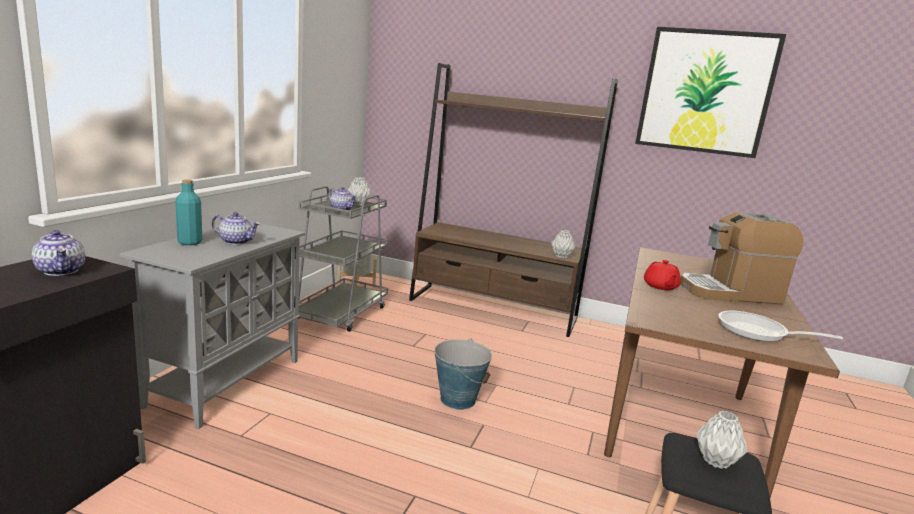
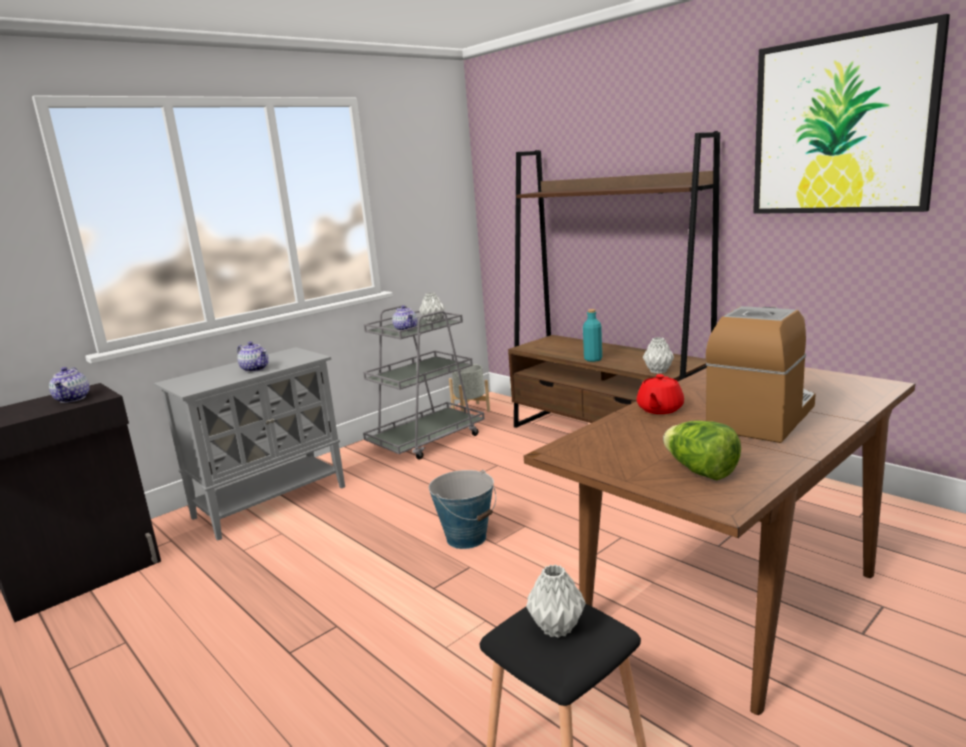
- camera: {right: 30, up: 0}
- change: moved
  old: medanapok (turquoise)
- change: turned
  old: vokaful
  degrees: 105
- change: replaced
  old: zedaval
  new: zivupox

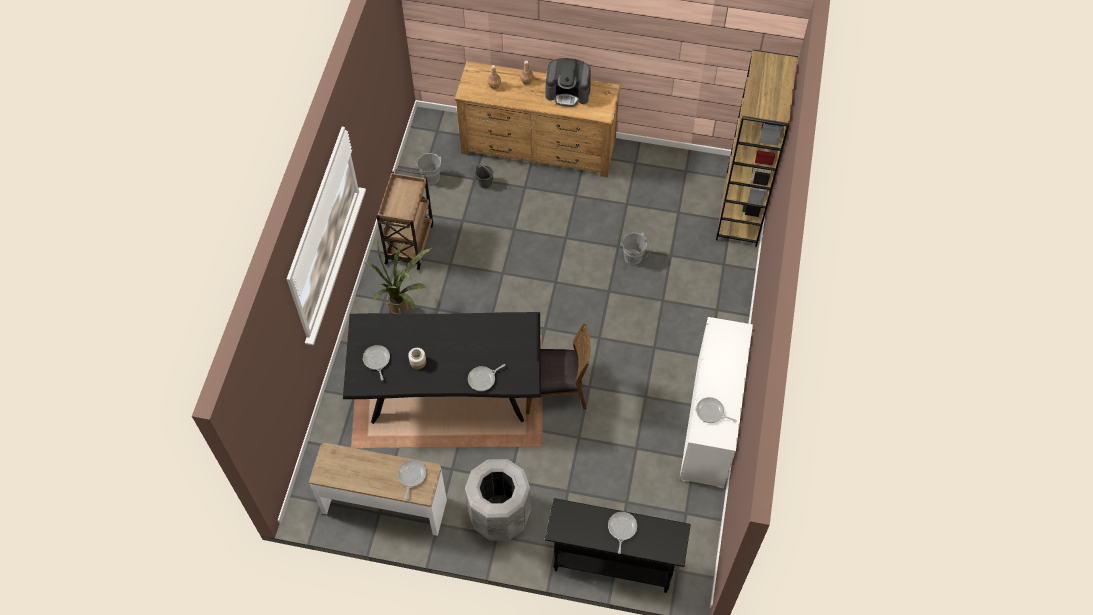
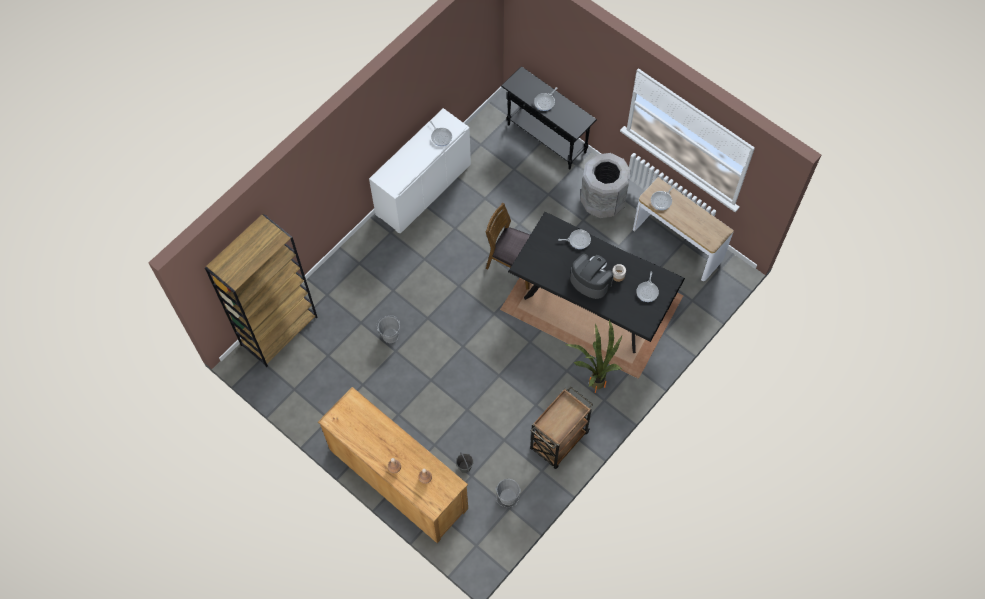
- camera: {right: -150, up: 5}
- change: moved
  old: vokaful

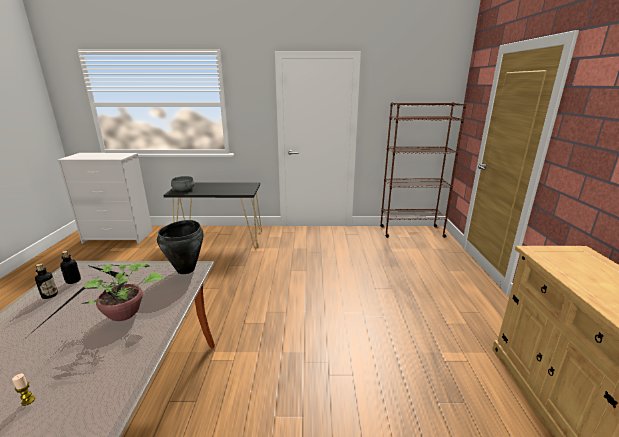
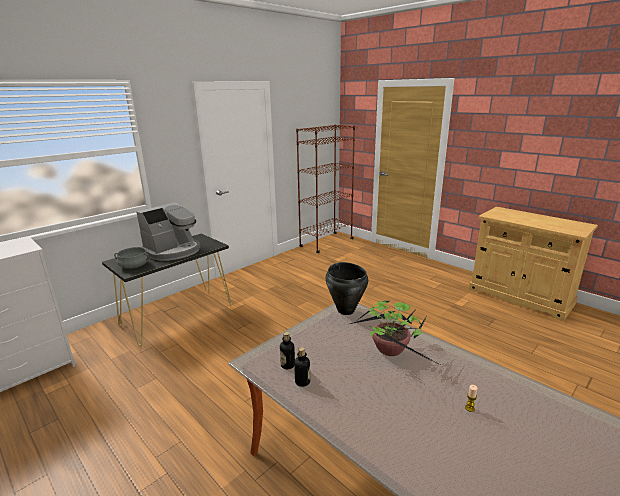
- camera: {right: -45, up: 0}
- change: added
  new: vokaful

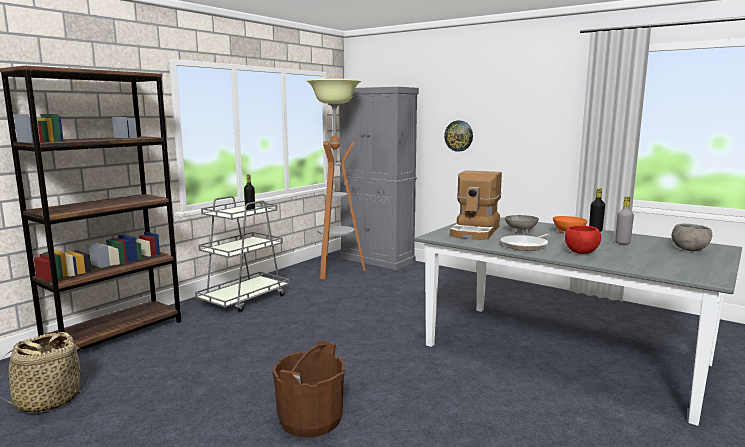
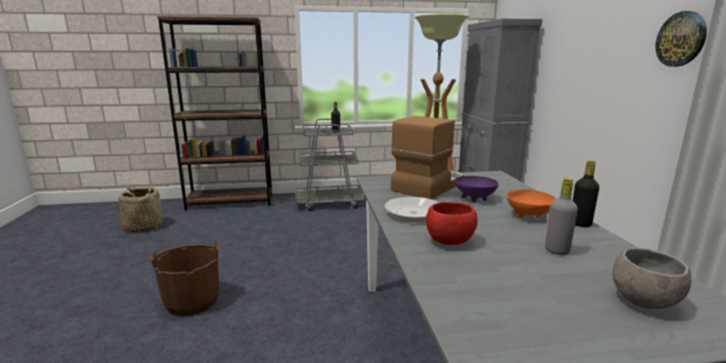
- camera: {right: 45, up: 5}
- change: moved
  old: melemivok
- change: turned
  old: vokaful
  degrees: 150
- change: recoloured
  old: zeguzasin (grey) (1st from left)
  new: zeguzasin (purple)

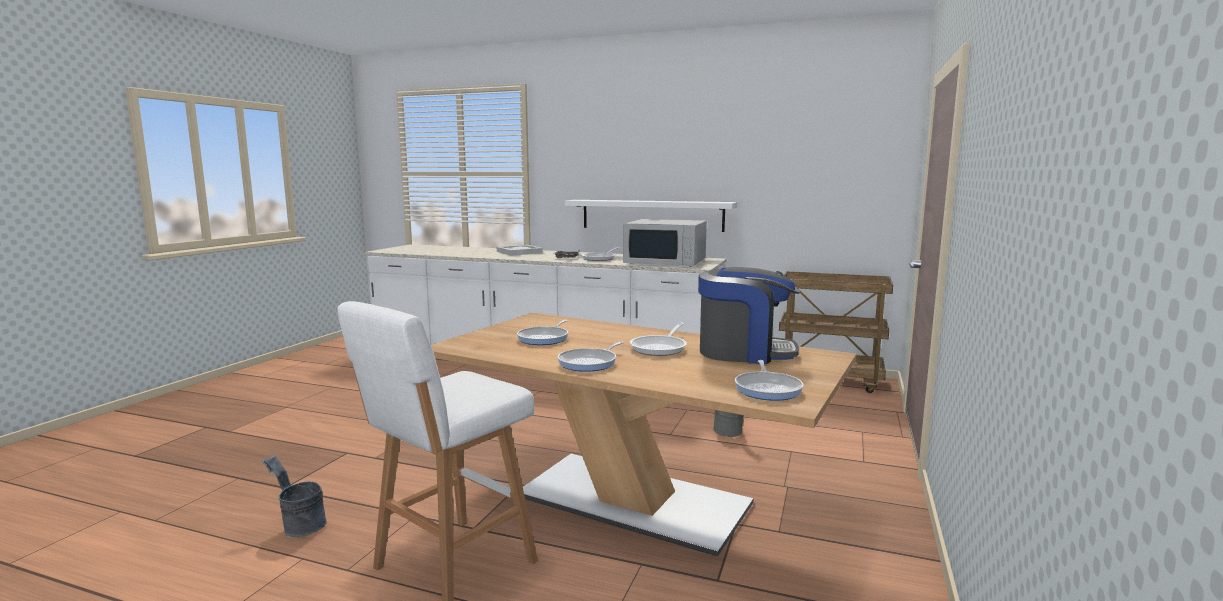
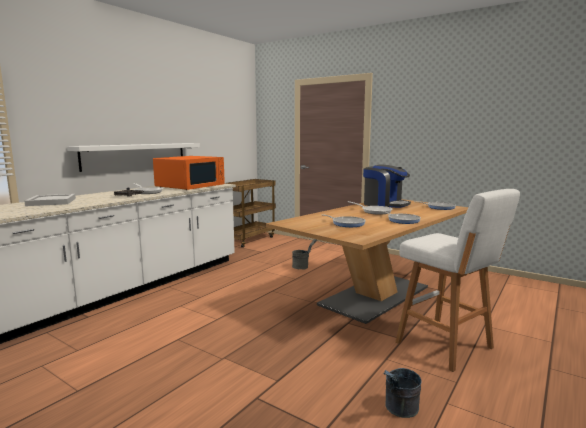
- camera: {right: -75, up: 0}
- change: recoloured
  old: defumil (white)
  new: defumil (orange)
- change: turned
  old: vokaful
  degrees: 105

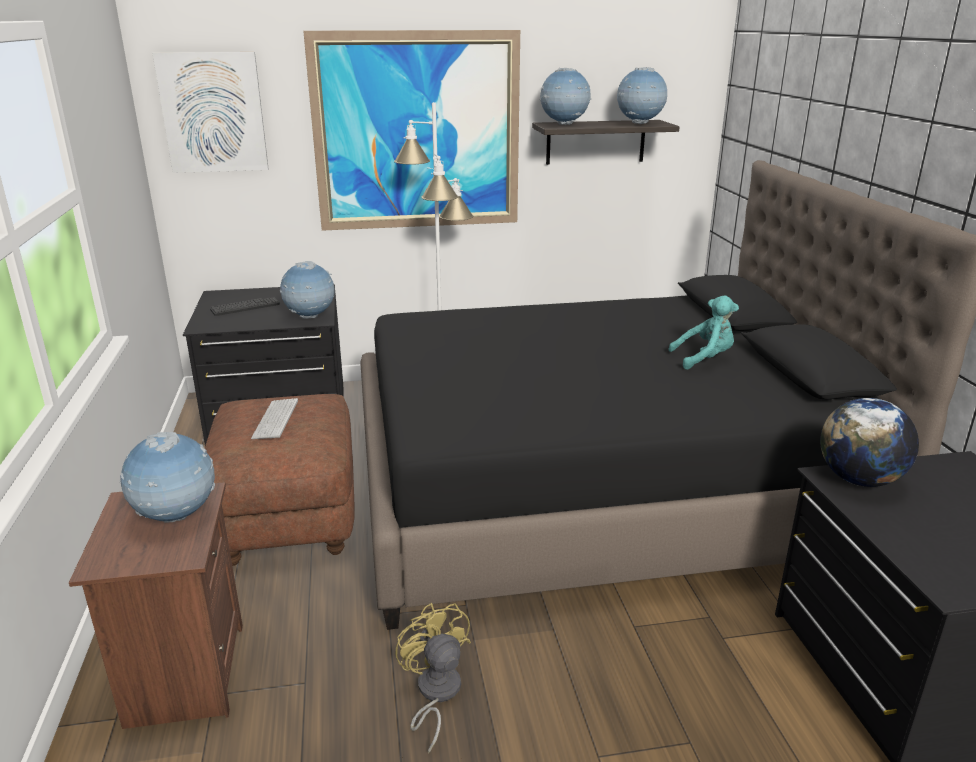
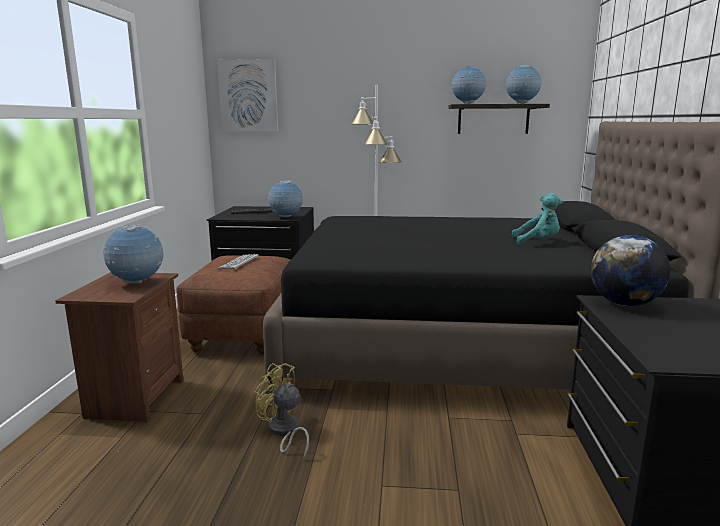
- camera: {right: 15, up: -10}
- change: removed
  old: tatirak (2nd from left)
- change: turned
  old: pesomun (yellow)
  degrees: -45

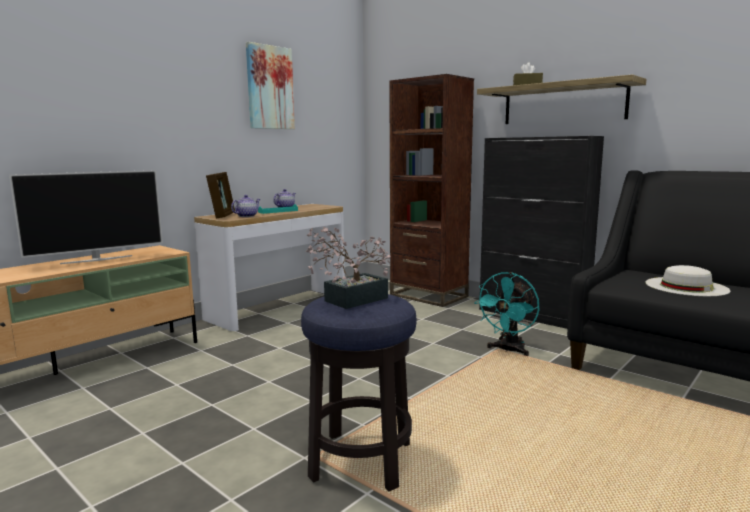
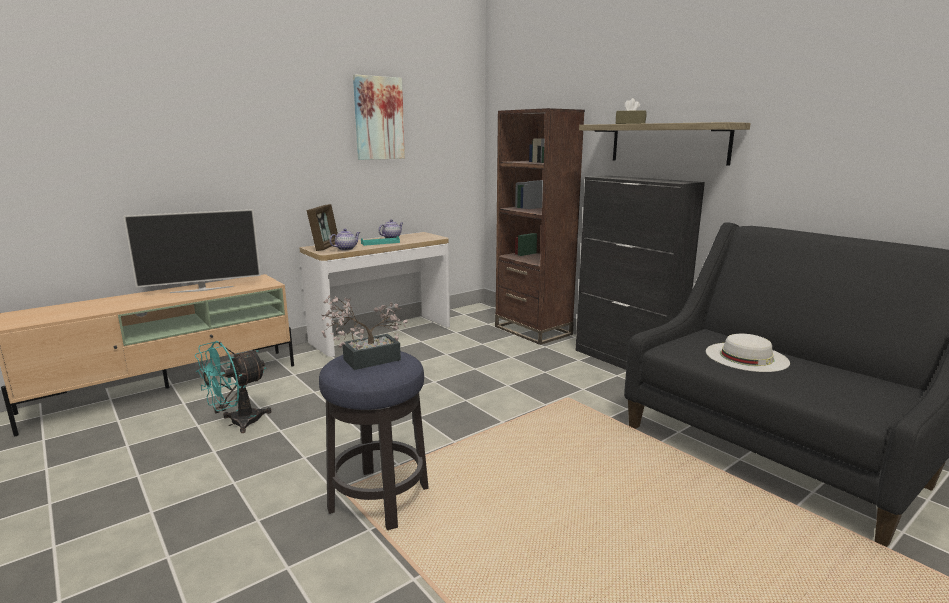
- camera: {right: 10, up: 5}
- change: moved
  old: pesomun (turquoise)

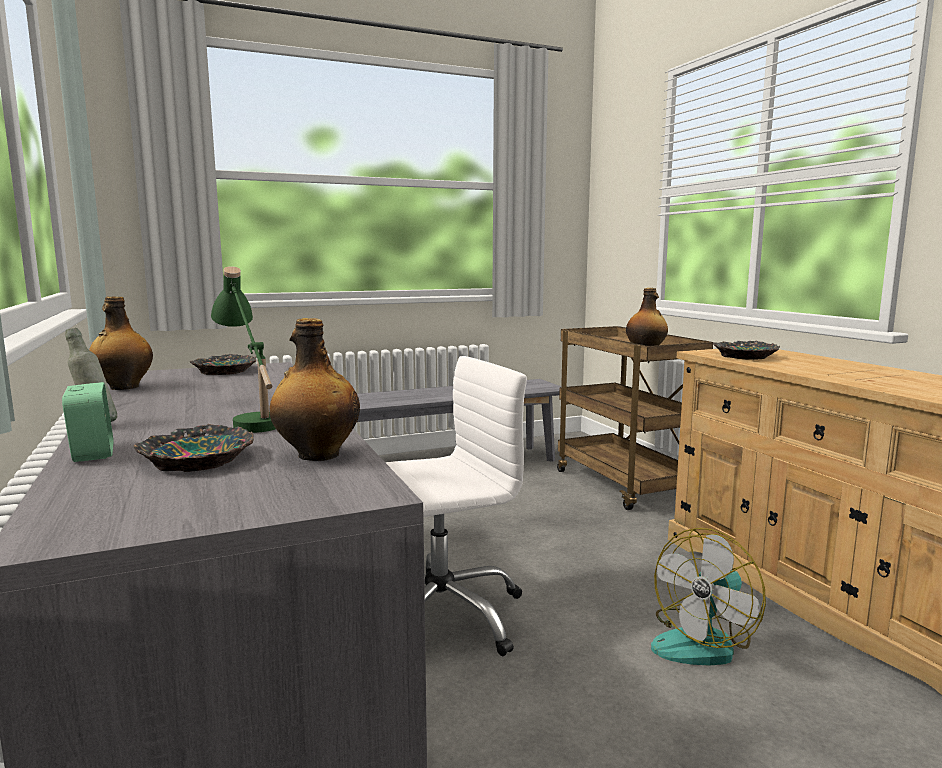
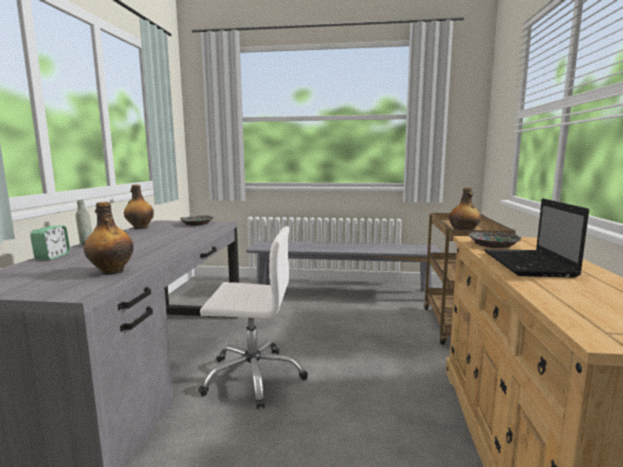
- camera: {right: 30, up: 0}
- change: removed
  old: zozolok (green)
- change: removed
  old: zeguzasin (1st from left)
- change: removed
  old: pesomun
- change: added
  new: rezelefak

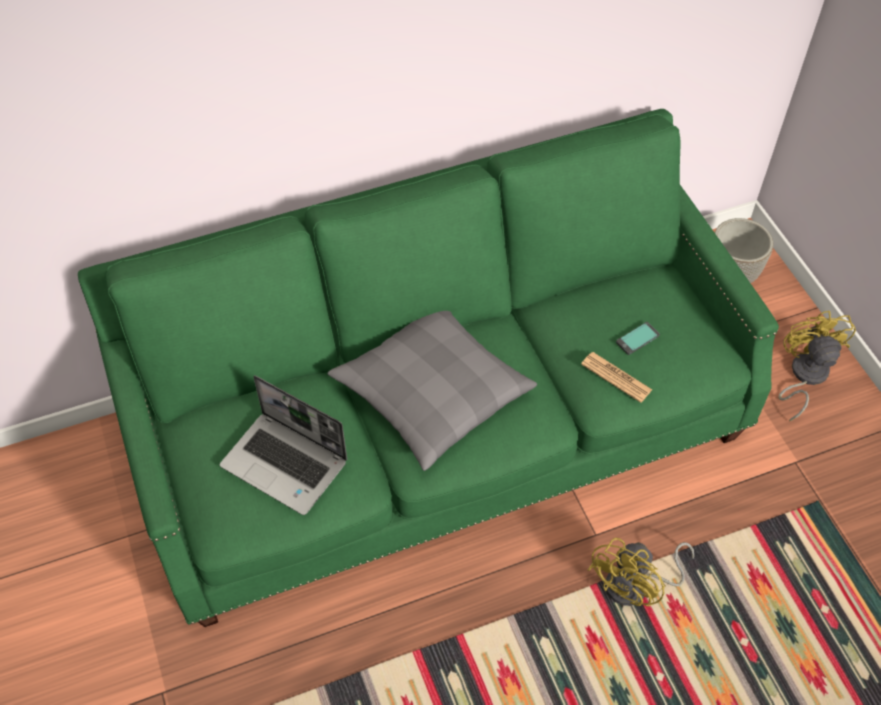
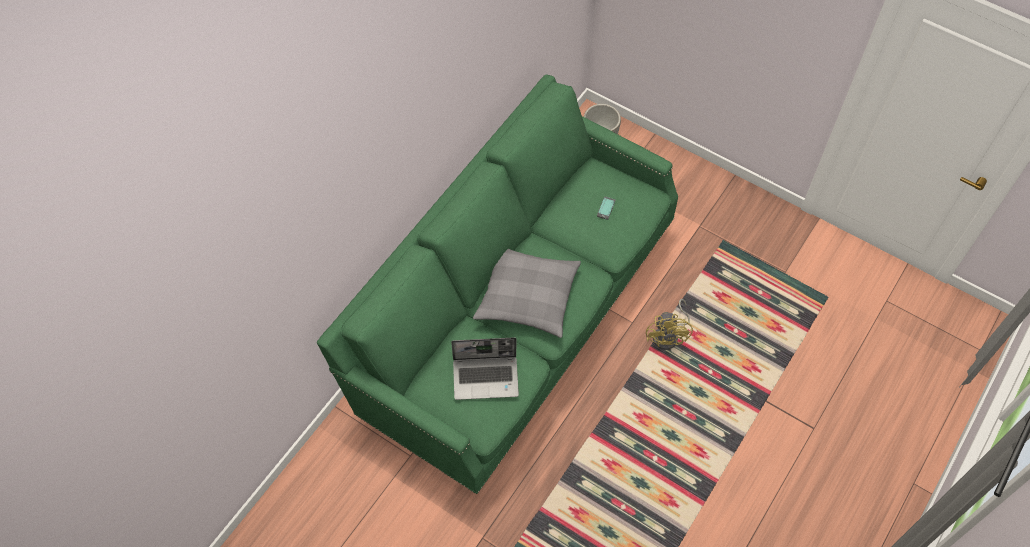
- camera: {right: -35, up: 5}
- change: removed
  old: pesomun (yellow) (2nd from left)
- change: removed
  old: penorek

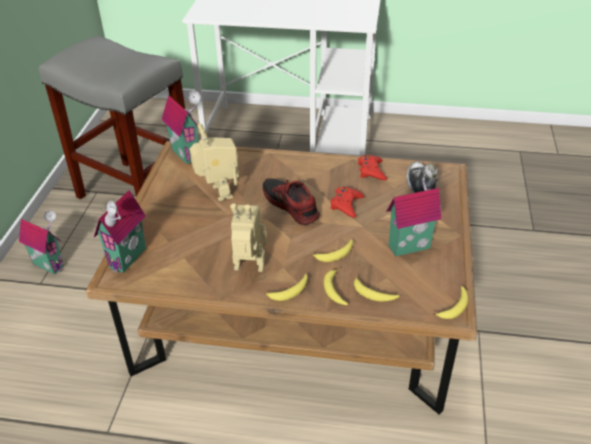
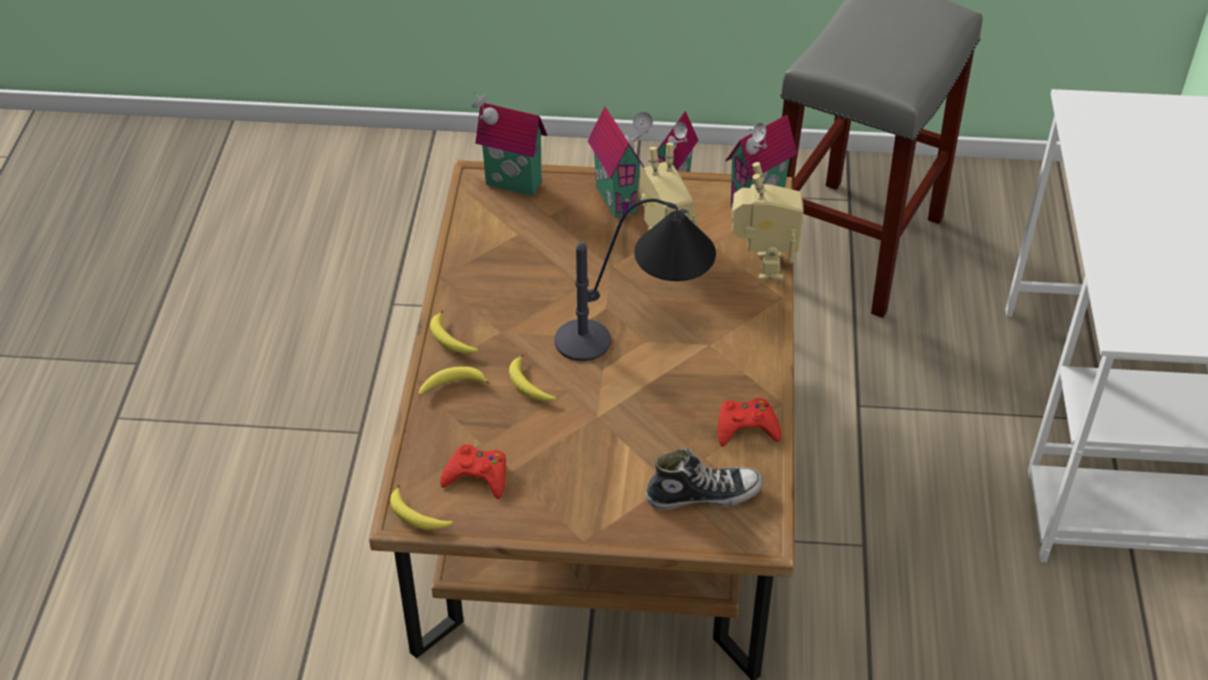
- camera: {right: 85, up: 5}
- change: moved
  old: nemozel (4th from left in the first image)
  new: nemozel (2nd from left)
- change: replaced
  old: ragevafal (1st from left)
  new: zozolok
- change: moved
  old: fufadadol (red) (1st from left)
- change: moved
  old: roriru (2nd from left)
- change: removed
  old: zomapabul (4th from left)

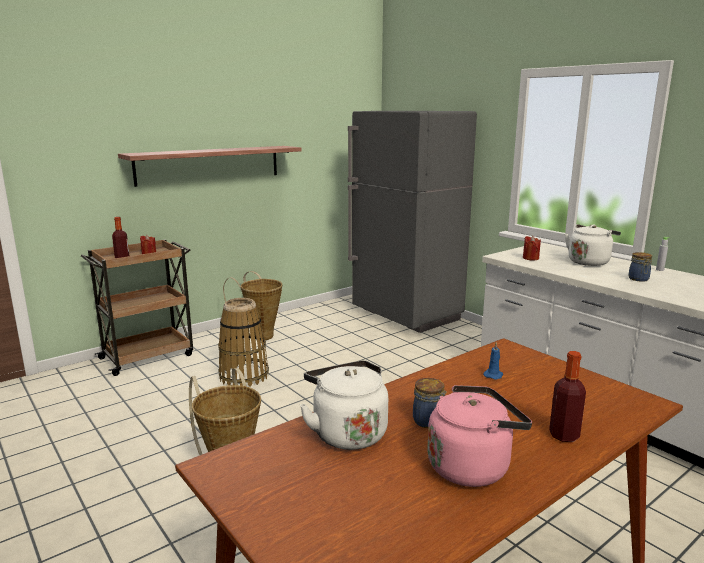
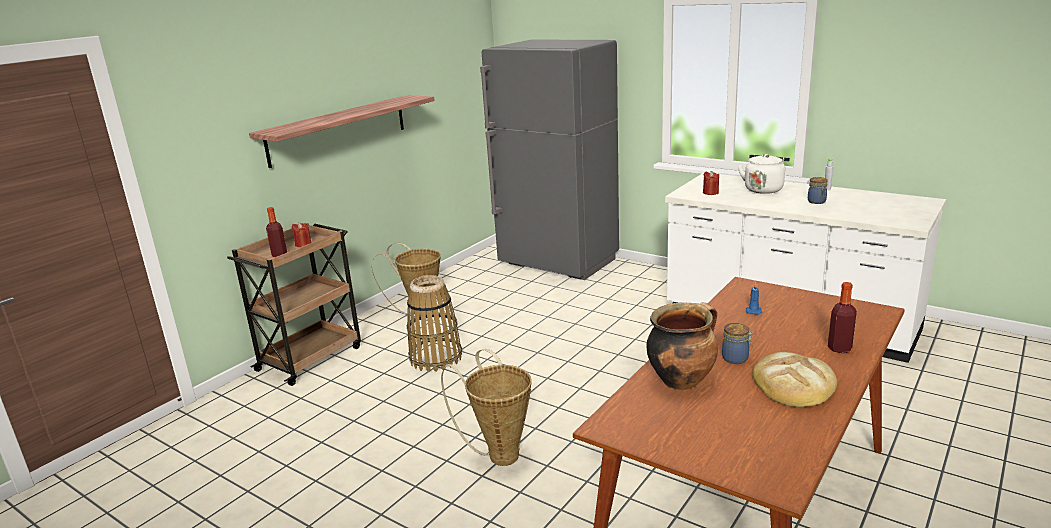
- camera: {right: -15, up: 5}
- change: replaced
  old: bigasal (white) (1st from left)
  new: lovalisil
- change: replaced
  old: bigasal (pink)
  new: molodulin

